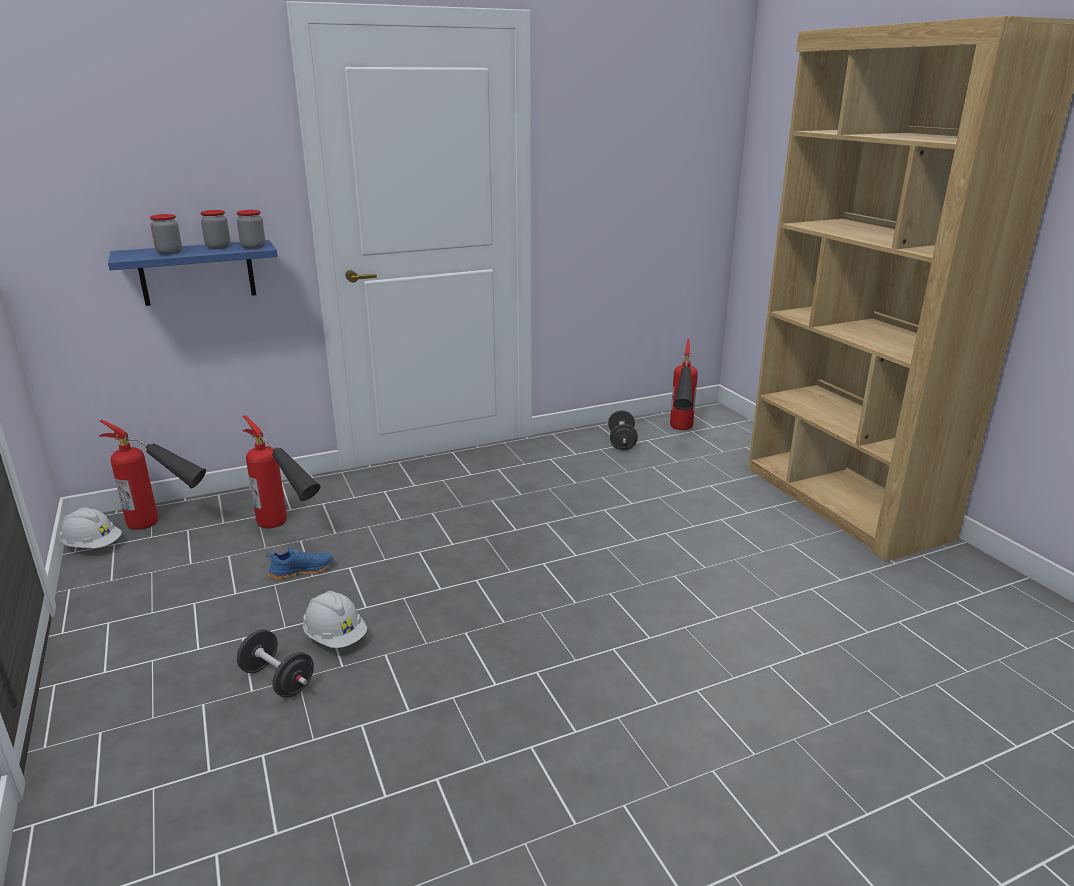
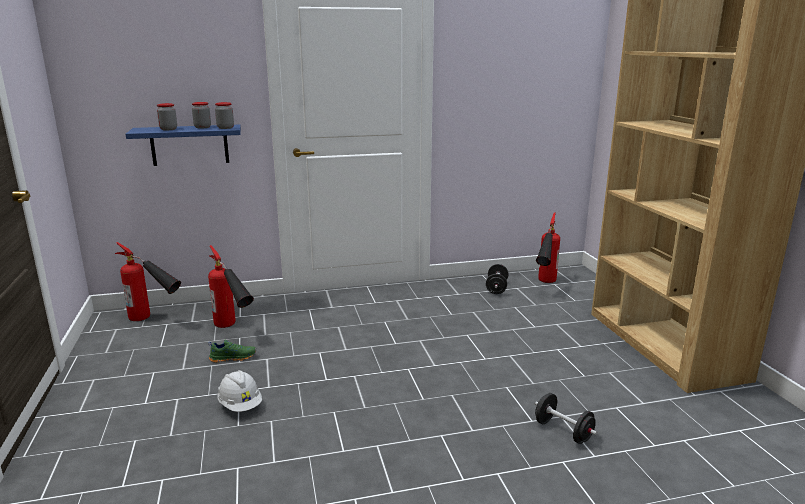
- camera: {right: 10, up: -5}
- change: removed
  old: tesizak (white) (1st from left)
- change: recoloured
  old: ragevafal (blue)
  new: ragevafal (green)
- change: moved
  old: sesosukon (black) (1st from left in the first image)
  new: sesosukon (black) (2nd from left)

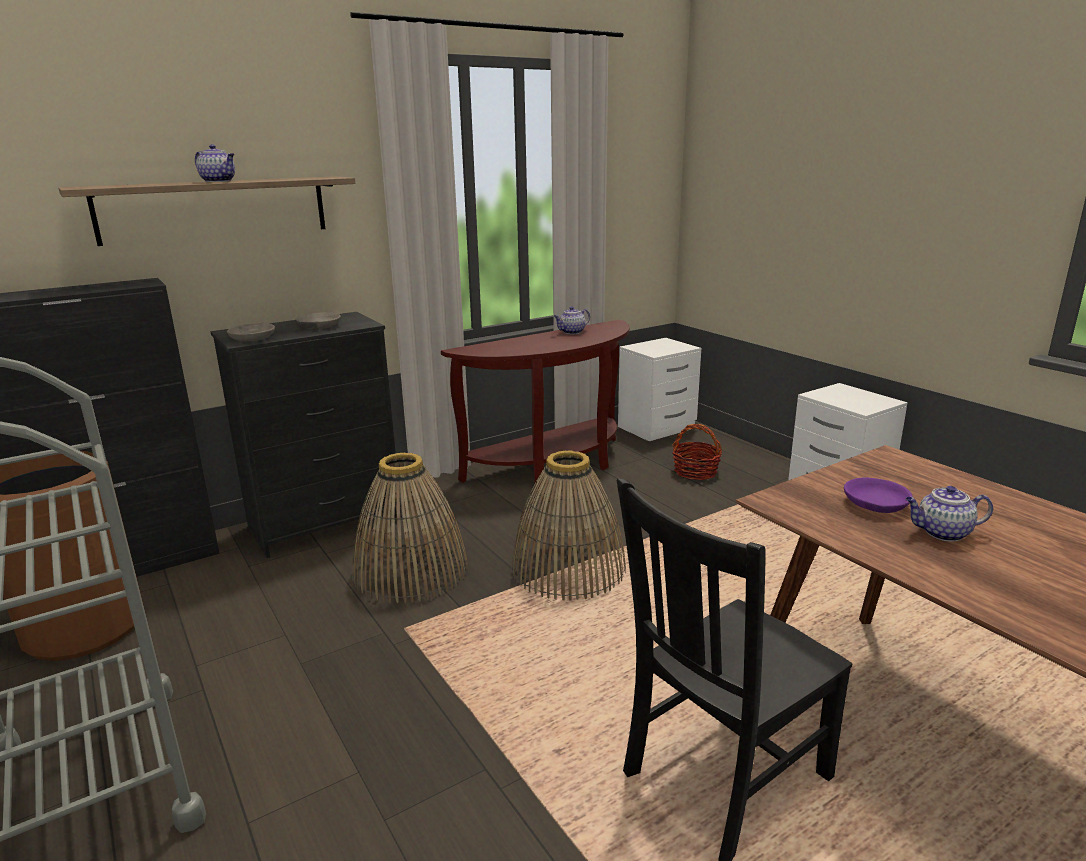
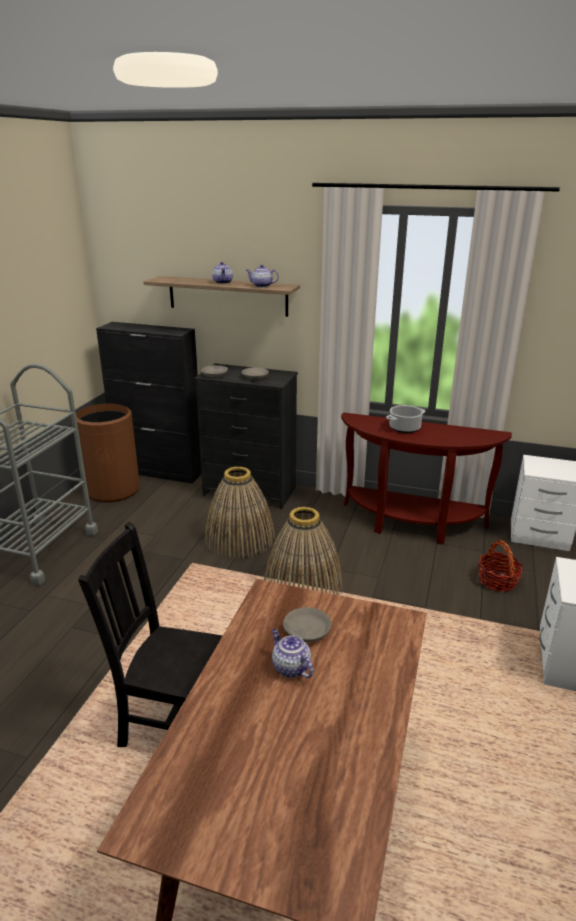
- camera: {right: 50, up: 5}
- change: moved
  old: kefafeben (2nd from left)
- change: recoloured
  old: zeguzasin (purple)
  new: zeguzasin (grey) (3rd from left)
- change: added
  new: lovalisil

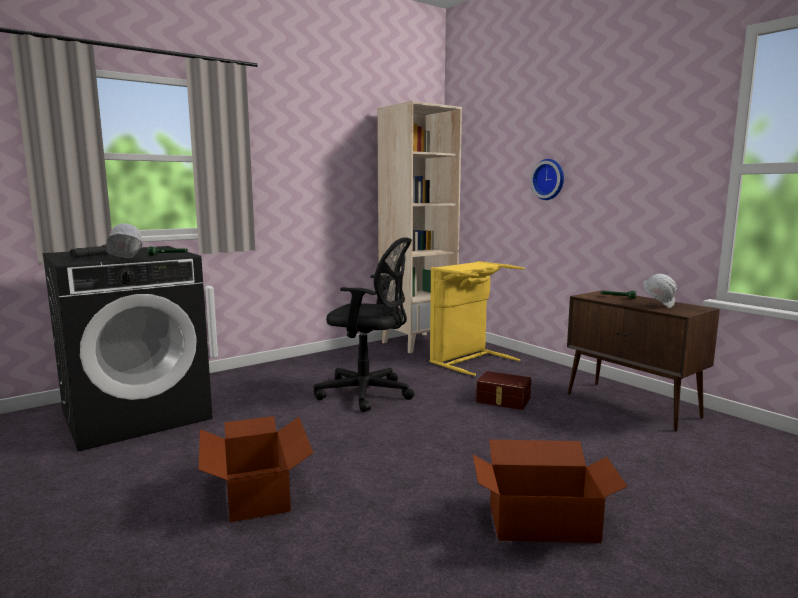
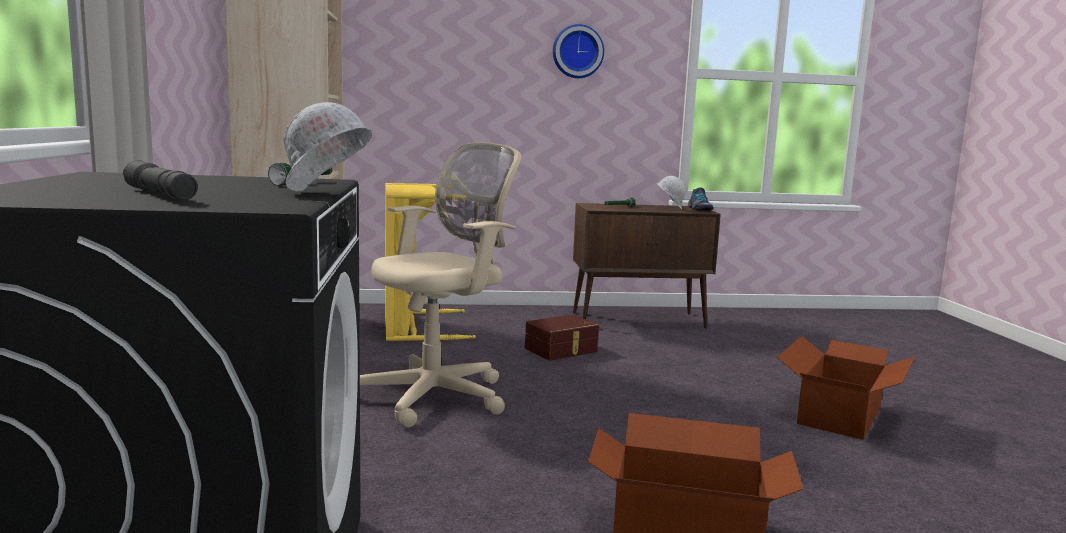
- camera: {right: -60, up: 0}
- change: moved
  old: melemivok
- change: recoloured
  old: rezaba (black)
  new: rezaba (beige)
- change: added
  new: ragevafal

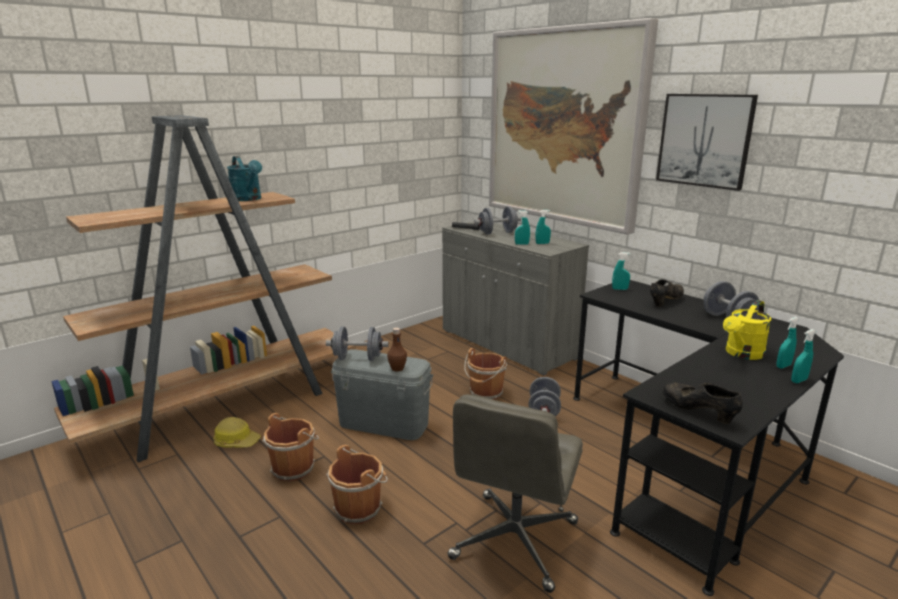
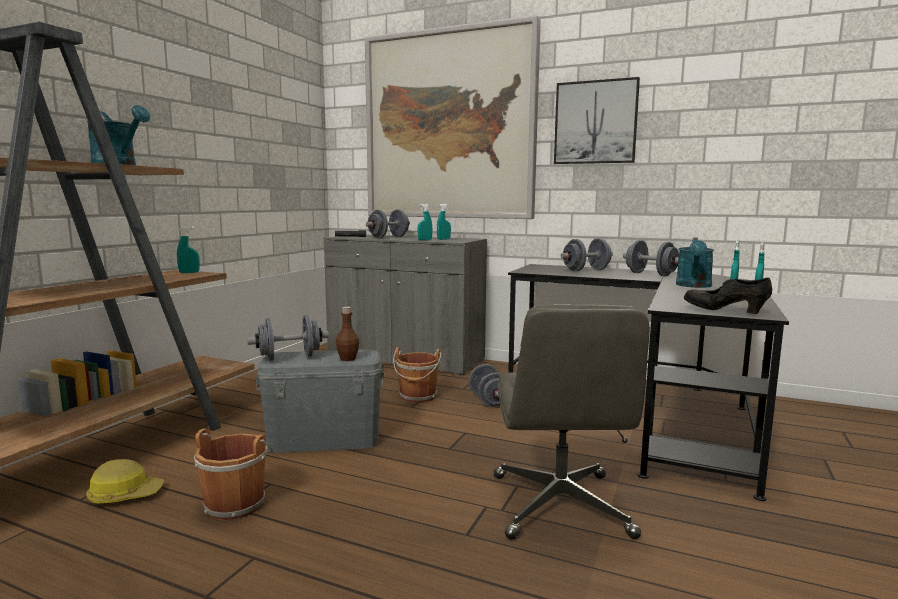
- camera: {right: -25, up: -10}
- change: moved
  old: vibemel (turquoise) (3rd from left in the first image)
  new: vibemel (turquoise) (1st from left)
- change: replaced
  old: ragevafal (black) (1st from left)
  new: sesosukon (grey) (4th from left)
- change: recoloured
  old: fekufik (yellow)
  new: fekufik (turquoise) (2nd from left)
- change: removed
  old: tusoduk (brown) (2nd from left)

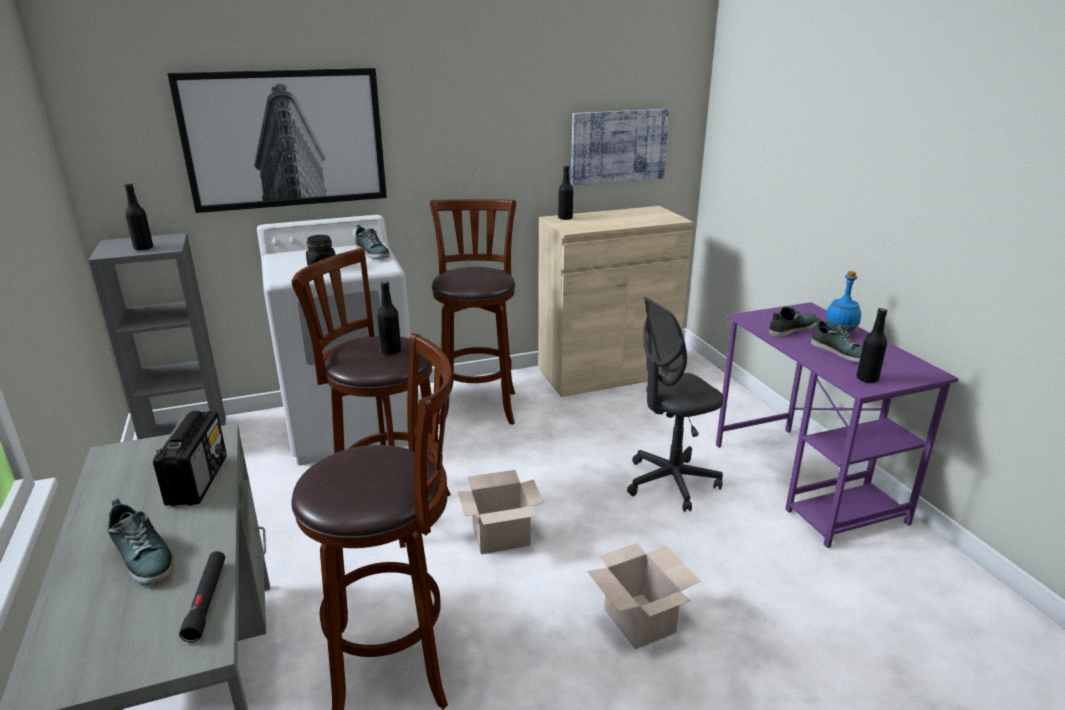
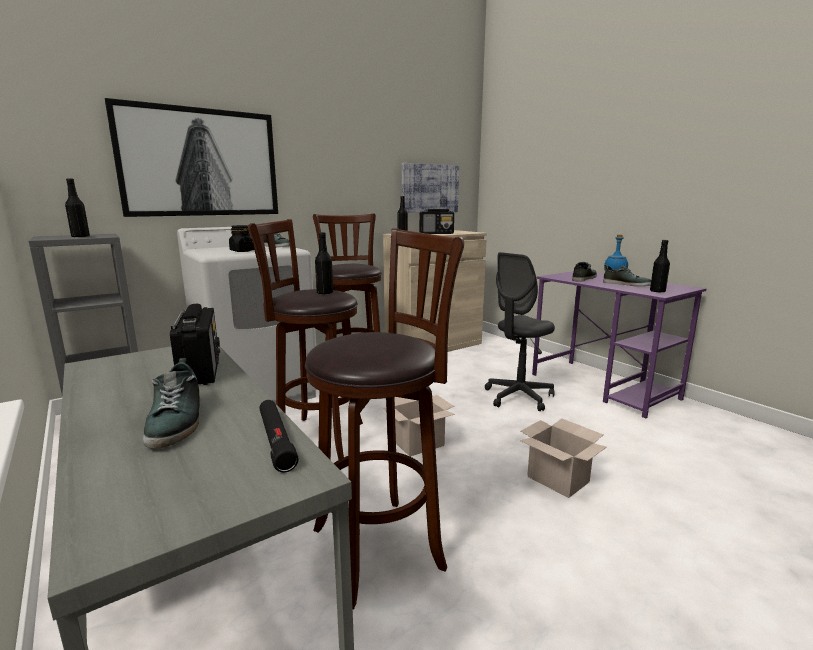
- camera: {right: -15, up: -10}
- change: turned
  old: ragevafal (1st from left)
  degrees: 45
- change: added
  new: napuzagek (2nd from left)

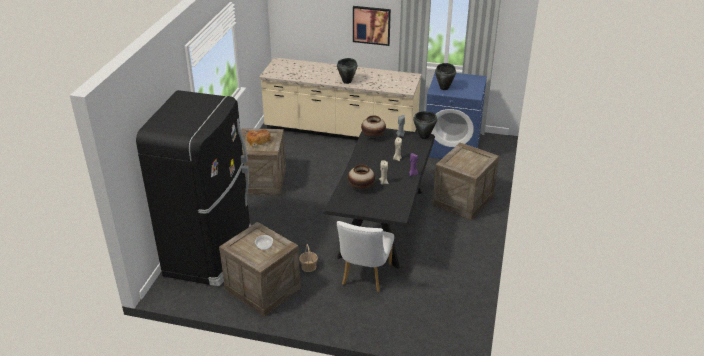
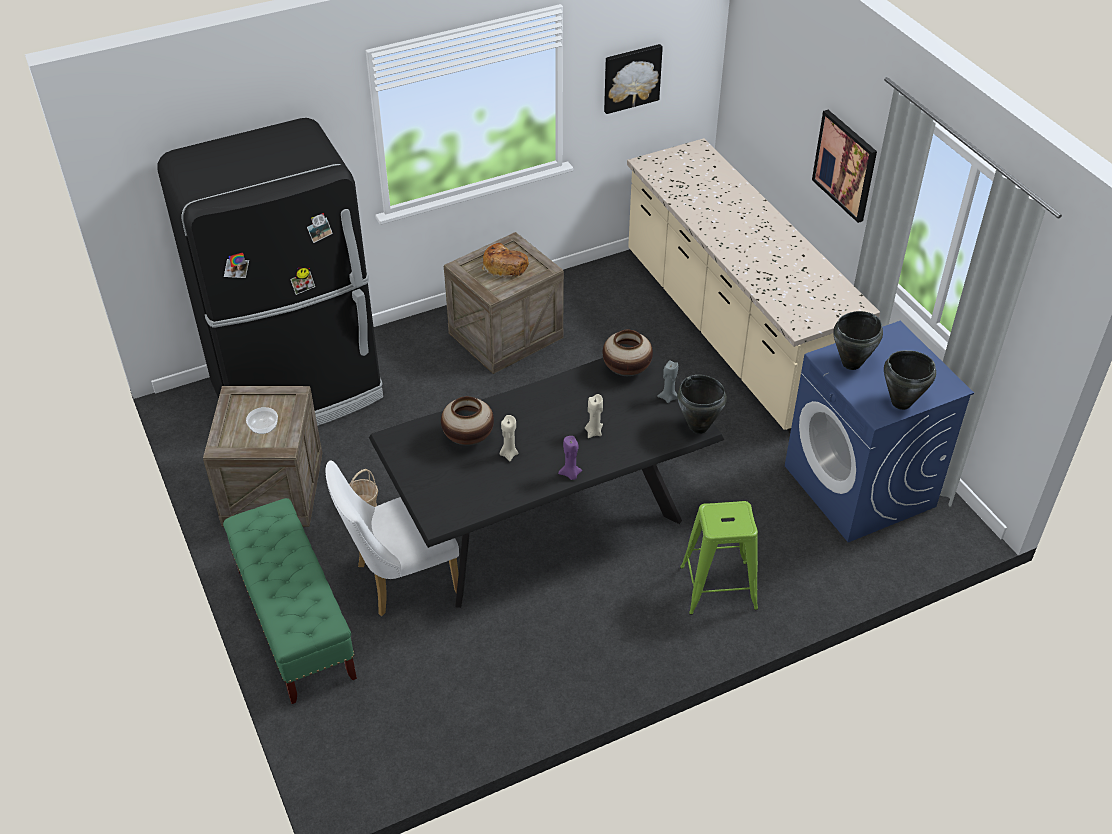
- camera: {right: 50, up: 10}
- change: moved
  old: lovalisil (black) (1st from left in the first image)
  new: lovalisil (black) (3rd from left)
- change: replaced
  old: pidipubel (3rd from left)
  new: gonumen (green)
- change: added
  new: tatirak (1st from left)
- change: added
  new: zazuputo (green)

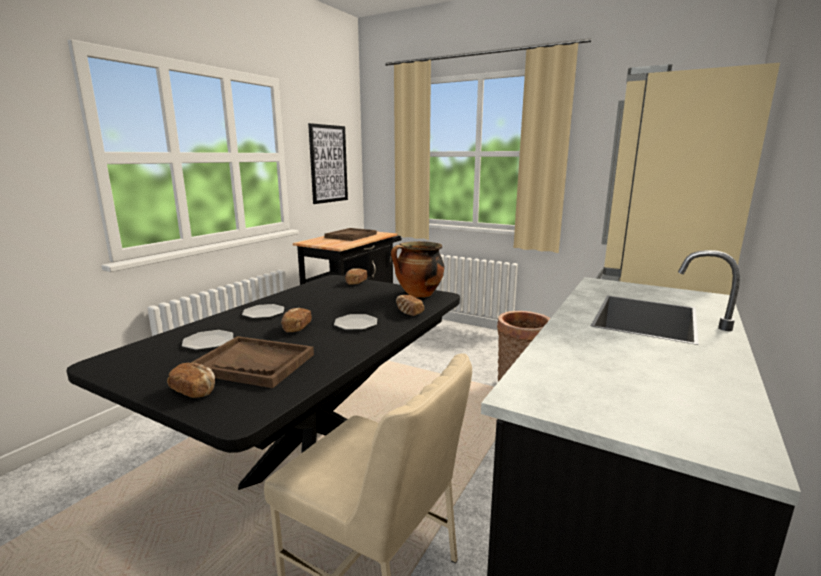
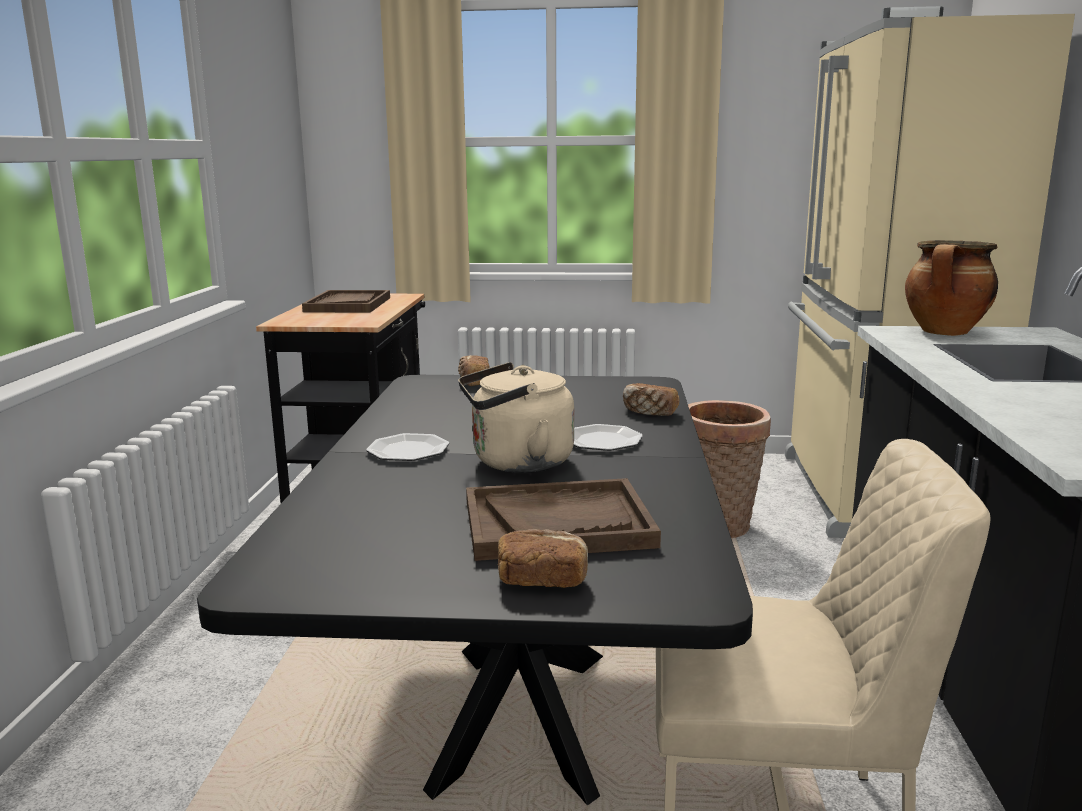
- camera: {right: -25, up: 0}
- change: removed
  old: tatirak
- change: moved
  old: lovalisil
- change: replaced
  old: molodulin (2nd from left)
  new: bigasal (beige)
- change: removed
  old: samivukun (1st from left)

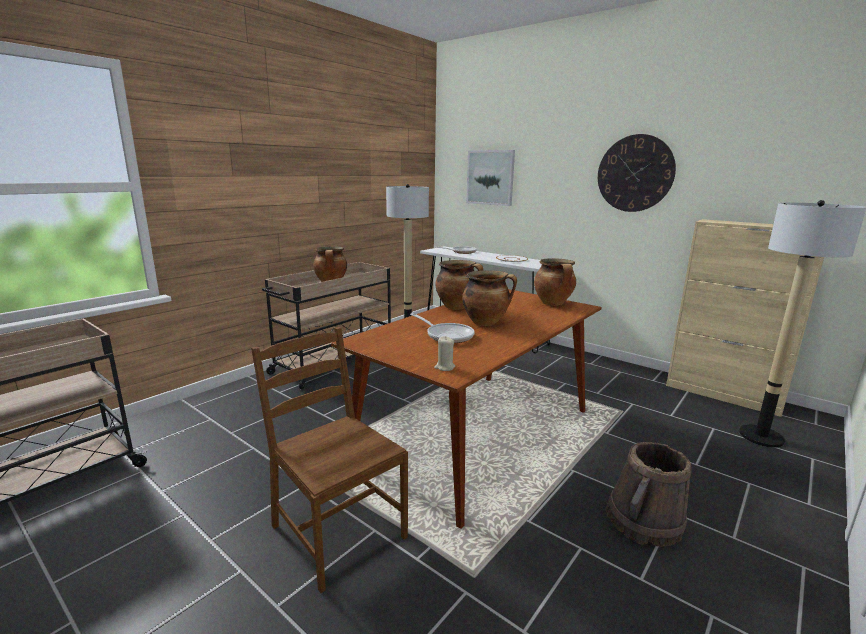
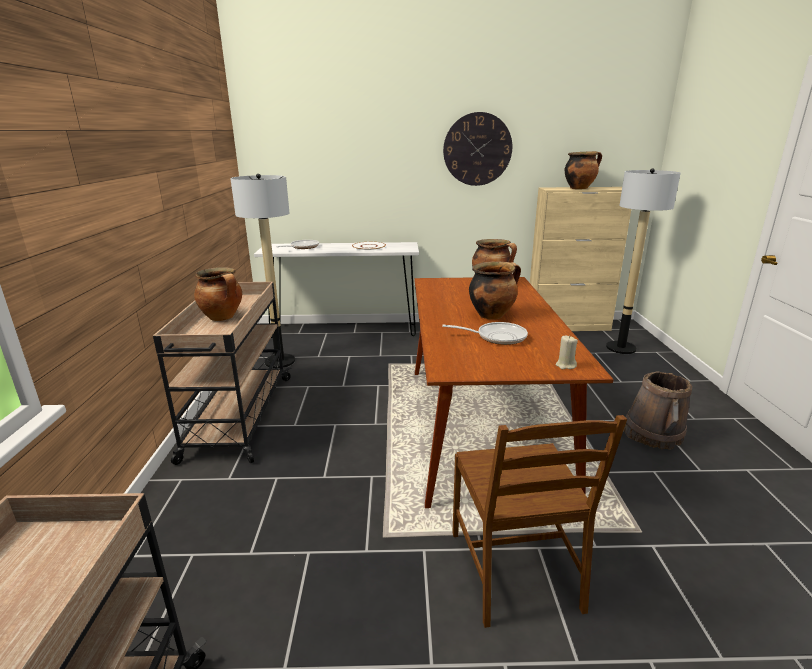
- camera: {right: -40, up: 5}
- change: removed
  old: tatirak
- change: moved
  old: lovalisil (2nd from left in the first image)
  new: lovalisil (4th from left)
- change: turned
  old: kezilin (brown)
  degrees: -105

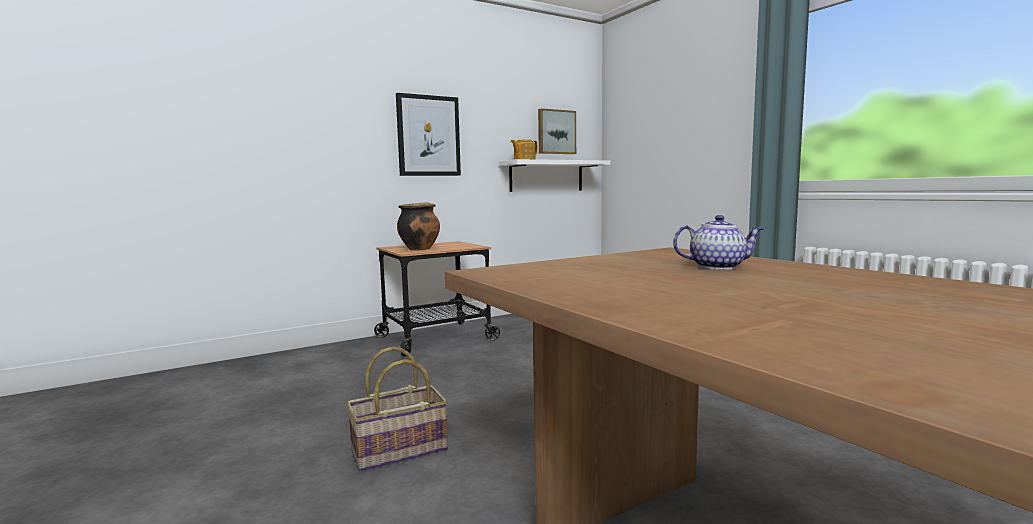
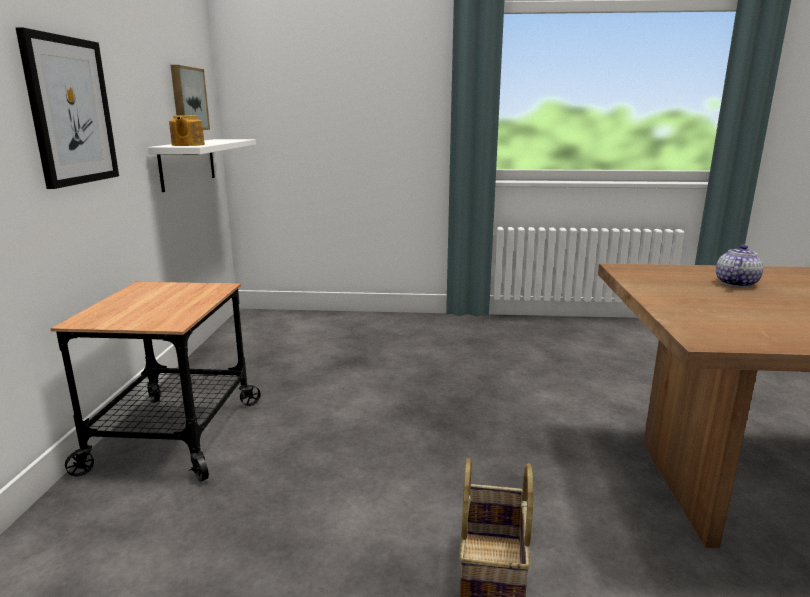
- camera: {right: -55, up: 10}
- change: removed
  old: lovalisil

